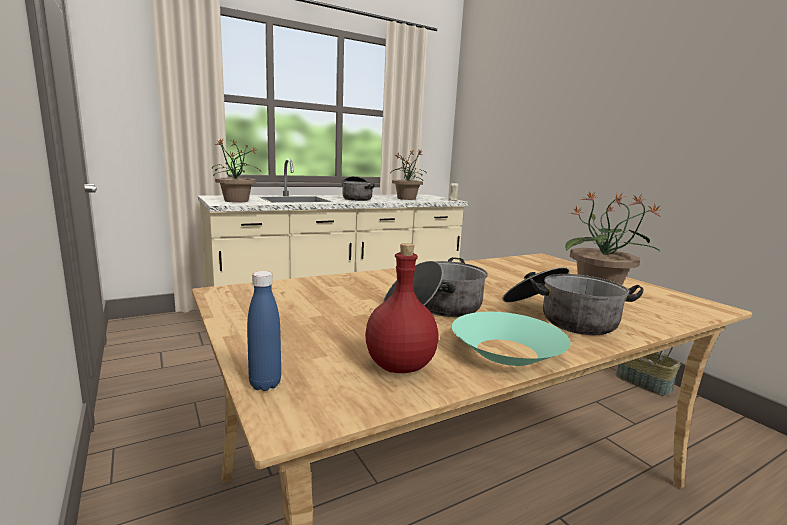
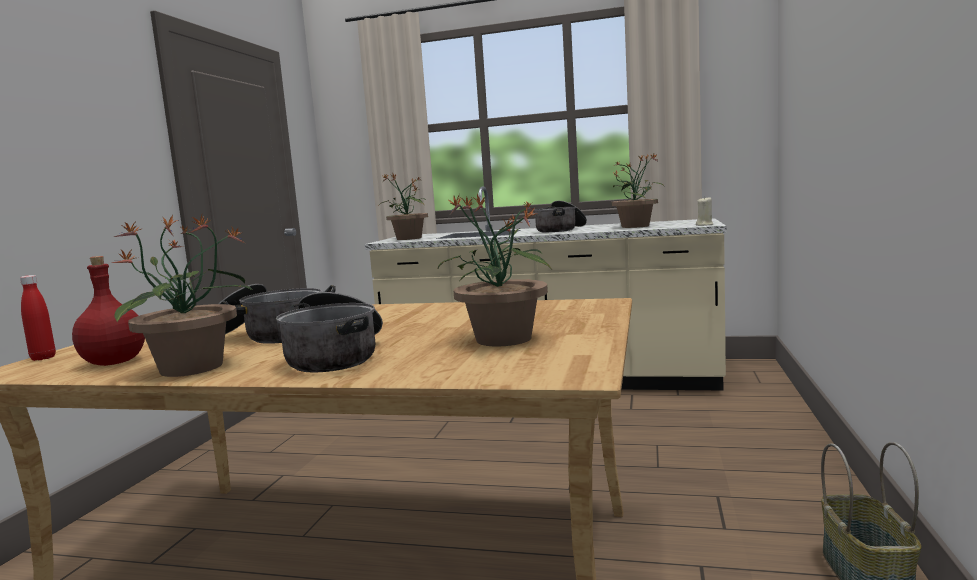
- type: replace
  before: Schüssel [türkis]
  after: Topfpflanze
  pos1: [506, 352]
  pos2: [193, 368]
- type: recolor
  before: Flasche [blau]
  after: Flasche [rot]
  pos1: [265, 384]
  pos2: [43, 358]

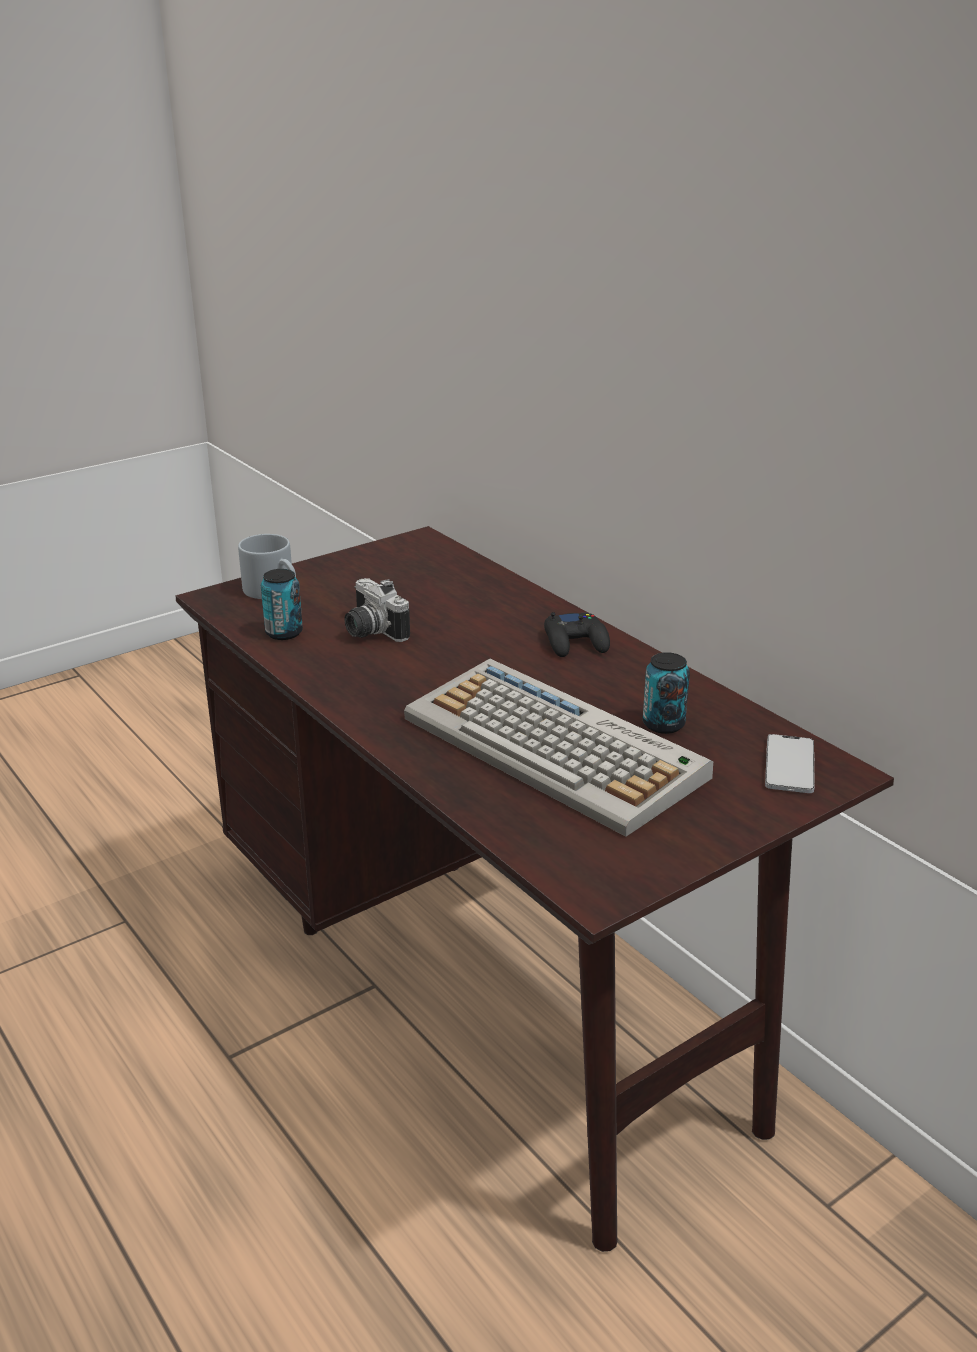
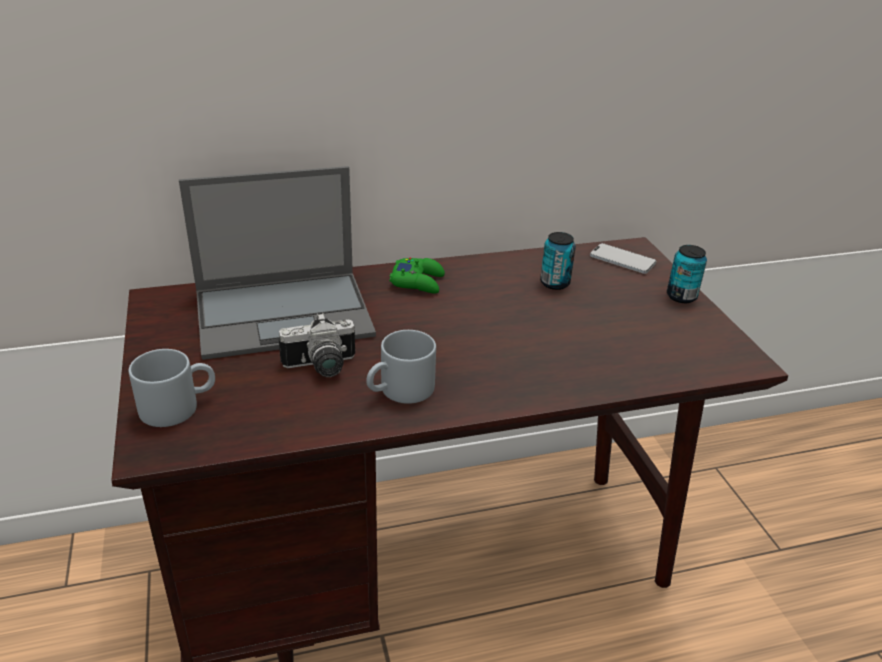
- type: delete
  before: Tastatur
  pos1: [556, 748]
- type: insert
  after: Laptop
  pos2: [285, 313]
- type: insert
  after: Henkelbecher [grau]
  pos2: [400, 391]
- type: move
  before: Dose
  pos1: [284, 633]
  pos2: [681, 296]
- type: recolor
  before: Gamepad [schwarz]
  after: Gamepad [grün]
  pos1: [576, 642]
  pos2: [418, 281]

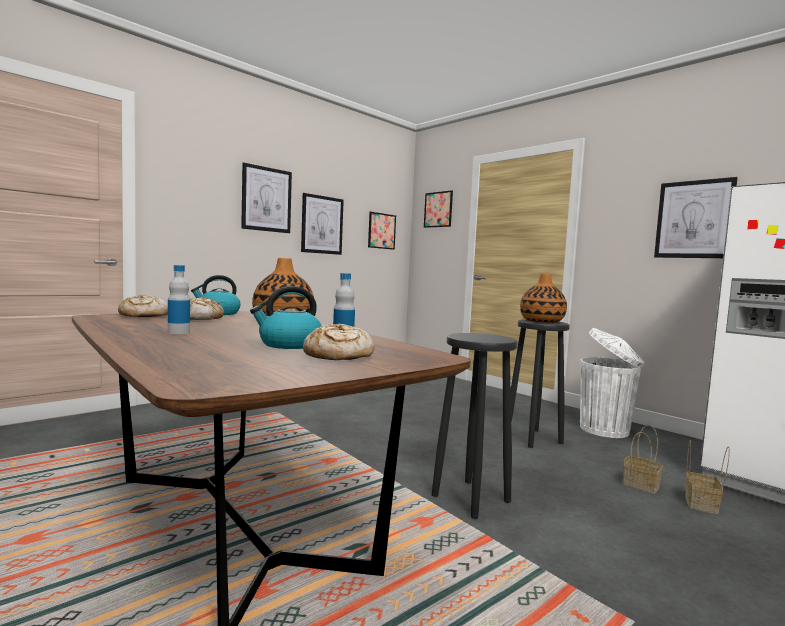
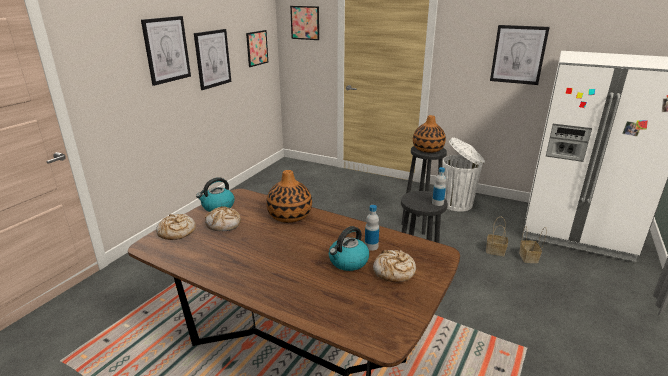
- type: move
  before: Flasche
  pos1: [178, 332]
  pos2: [437, 203]

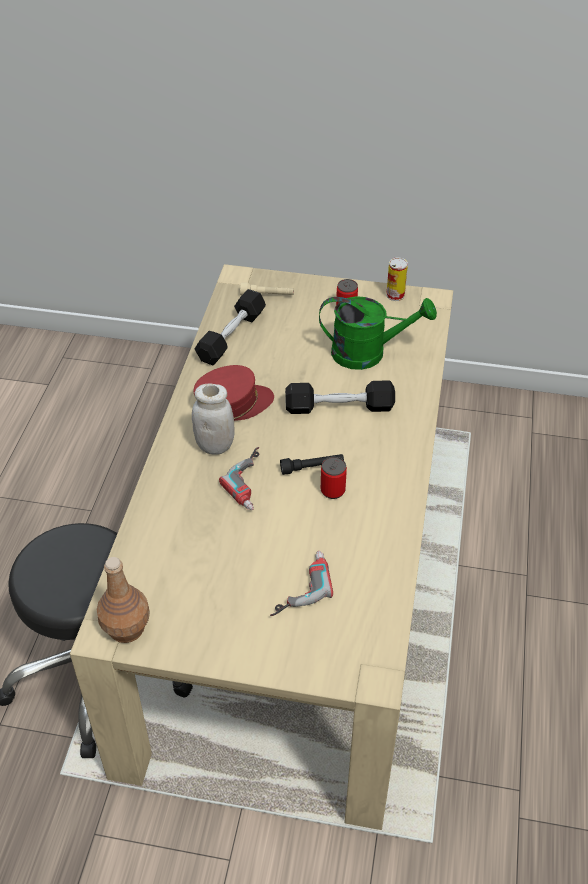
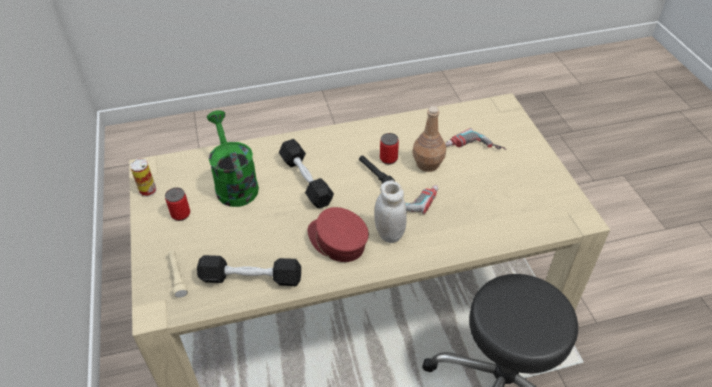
- type: move
  before: Flasche [braun]
  pos1: [126, 628]
  pos2: [428, 164]

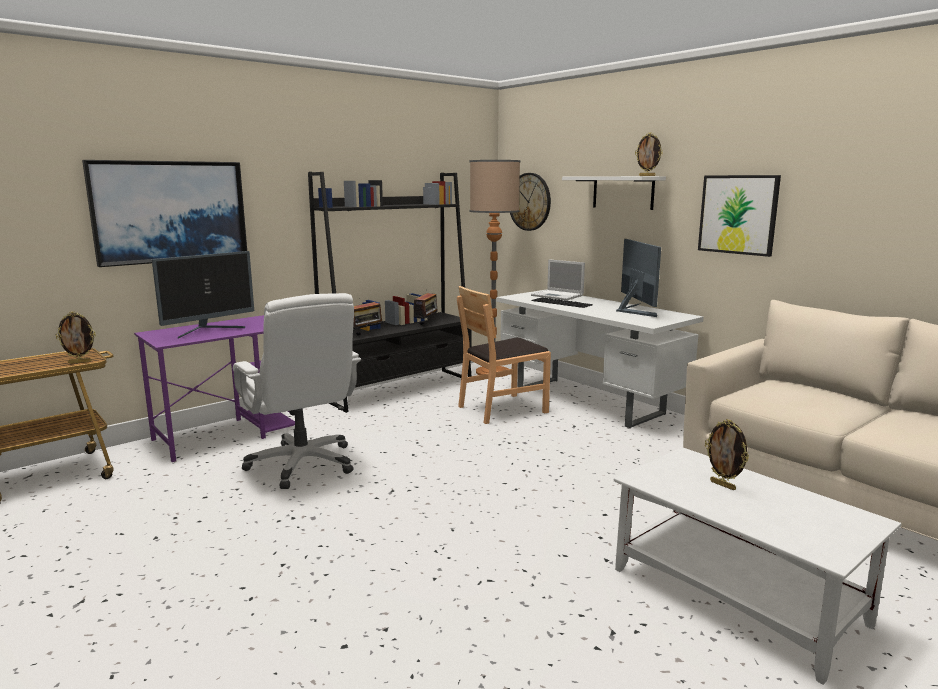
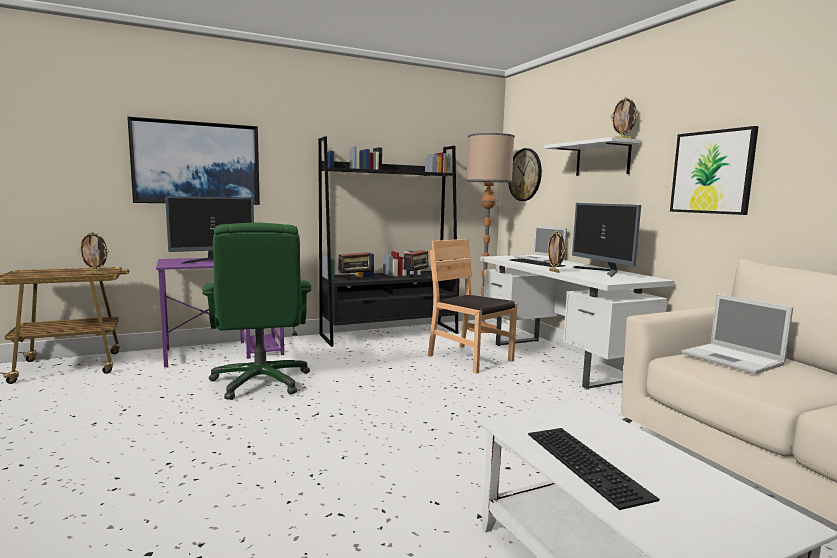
- type: insert
  after: Tastatur
  pos2: [589, 464]
- type: insert
  after: Laptop
  pos2: [733, 359]
- type: move
  before: Bilderrahmen
  pos1: [723, 485]
  pos2: [554, 271]
- type: recolor
  before: Bürostuhl [weiß]
  after: Bürostuhl [grün]
  pos1: [303, 464]
  pos2: [261, 382]
- type: rotate
  before: Stuhl [braun]
  pos1: [502, 409]
  pos2: [469, 358]
  turn: 60
- type: rotate
  before: Monitor
  pos1: [634, 310]
  pos2: [602, 272]
  turn: 150

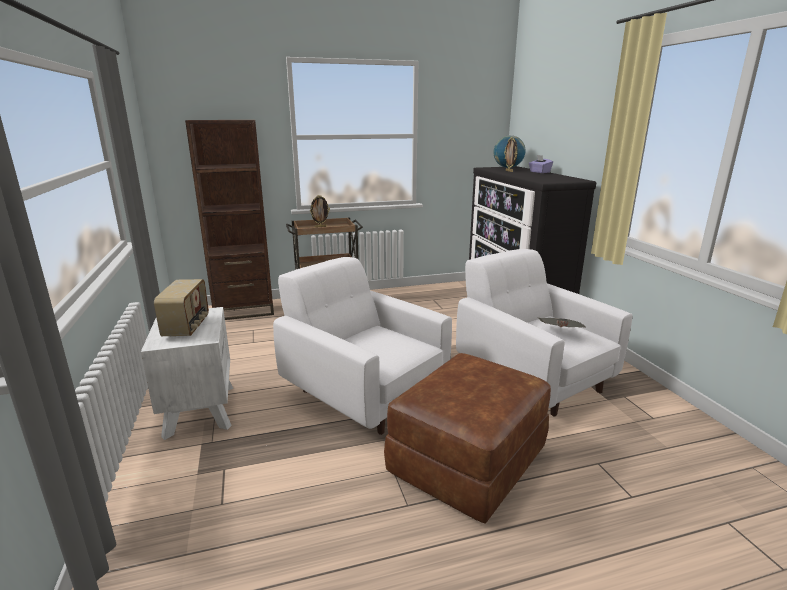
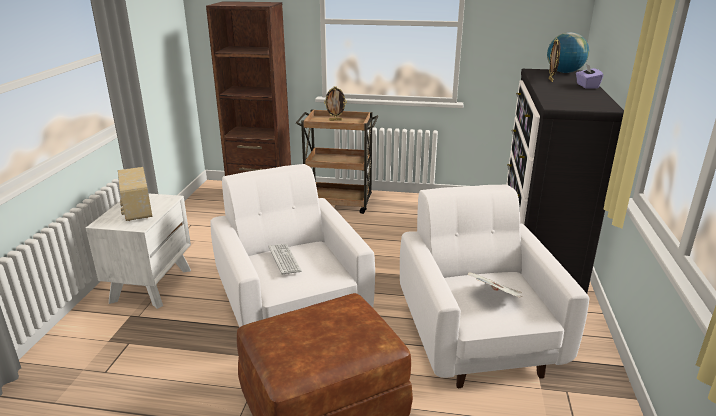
- type: insert
  after: Tastatur
  pos2: [284, 259]
- type: rotate
  before: Radio
  pos1: [187, 327]
  pos2: [137, 211]
  turn: 135

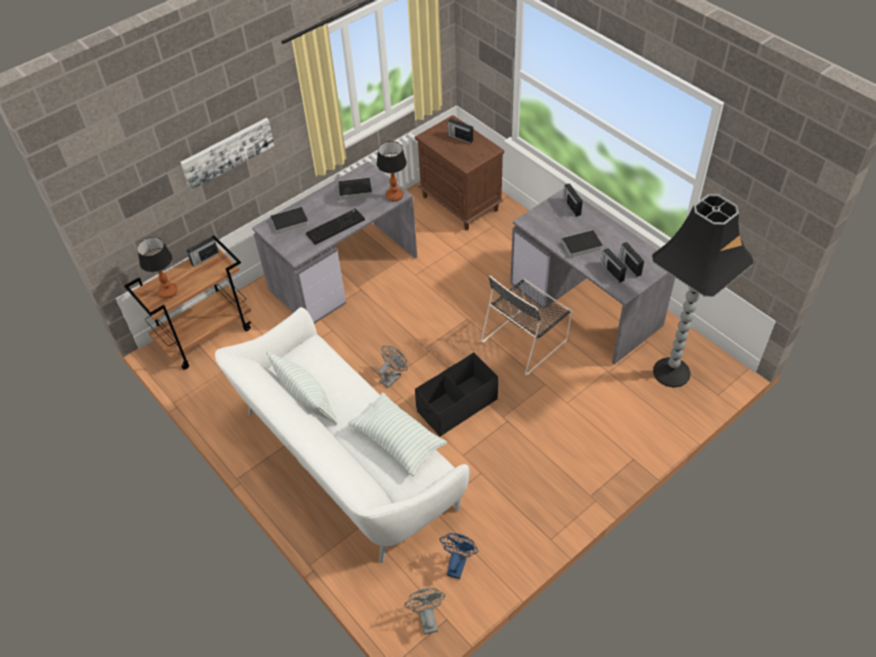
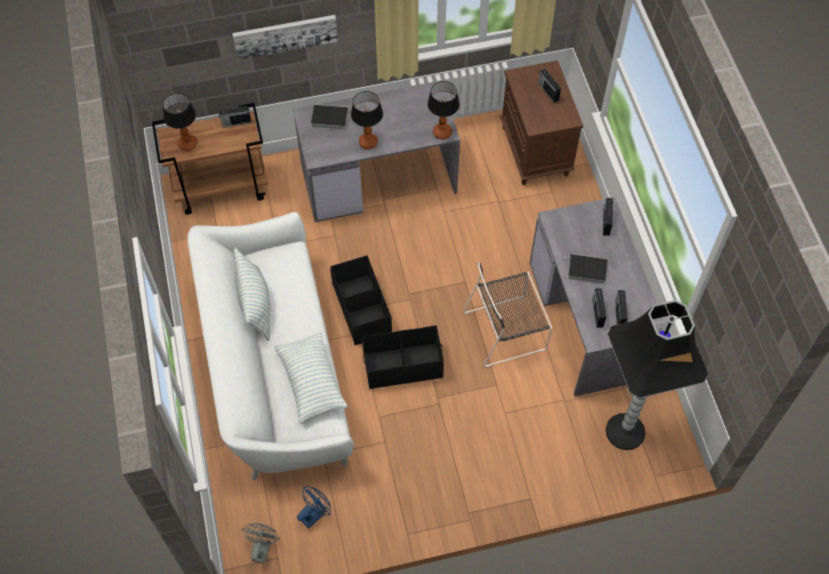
- type: delete
  before: Buch
  pos1: [354, 191]
- type: replace
  before: Tastatur
  after: Tischlampe
  pos1: [335, 226]
  pos2: [368, 142]
- type: replace
  before: Ventilator [grau]
  after: Aufbewahrungsbox [schwarz]
  pos1: [393, 377]
  pos2: [362, 309]

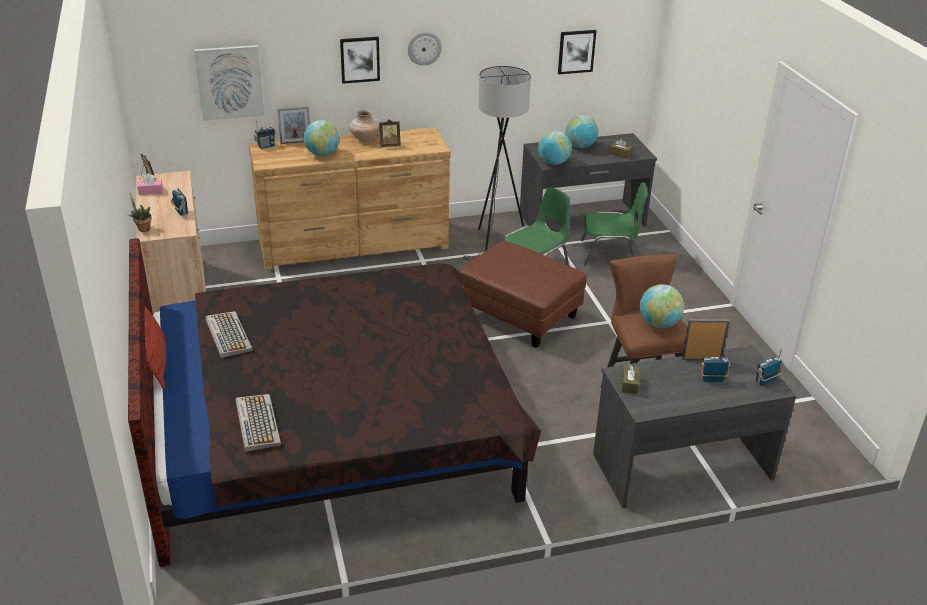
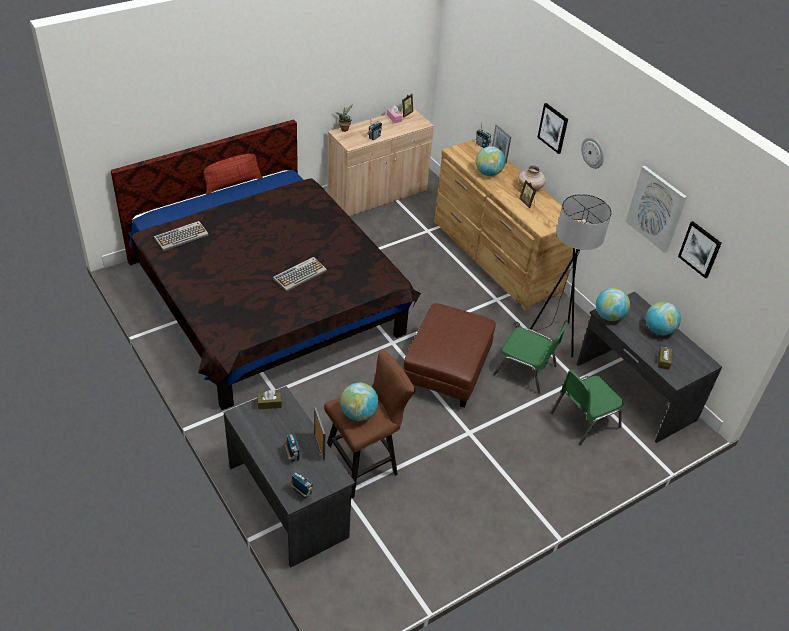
- type: move
  before: Bild
  pos1: [229, 82]
  pos2: [656, 209]
- type: move
  before: Tastatur
  pos1: [228, 335]
  pos2: [300, 274]
- type: rotate
  before: Stuhl [grün]
  pos1: [609, 254]
  pos2: [583, 420]
  turn: 75

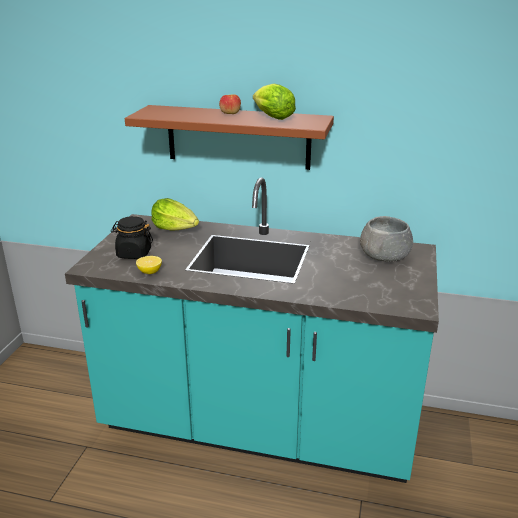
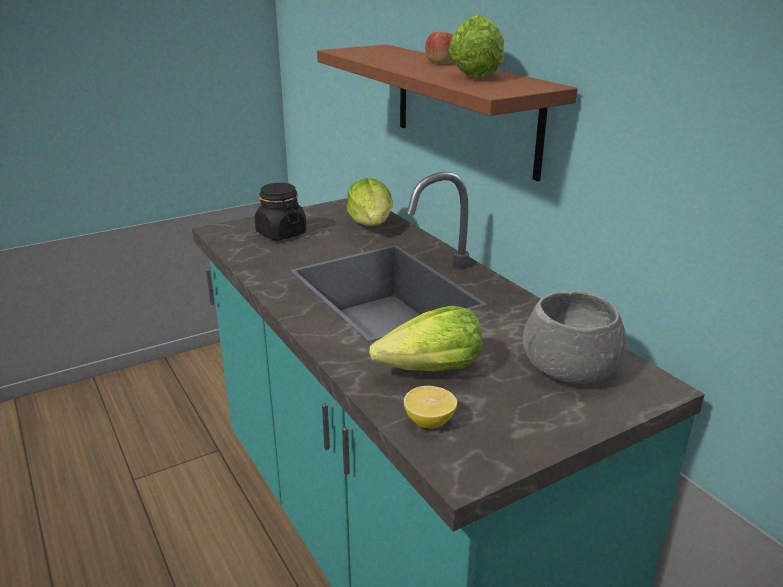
- type: insert
  after: Salatkopf
  pos2: [432, 370]
- type: move
  before: Zitrone
  pos1: [149, 272]
  pos2: [429, 421]

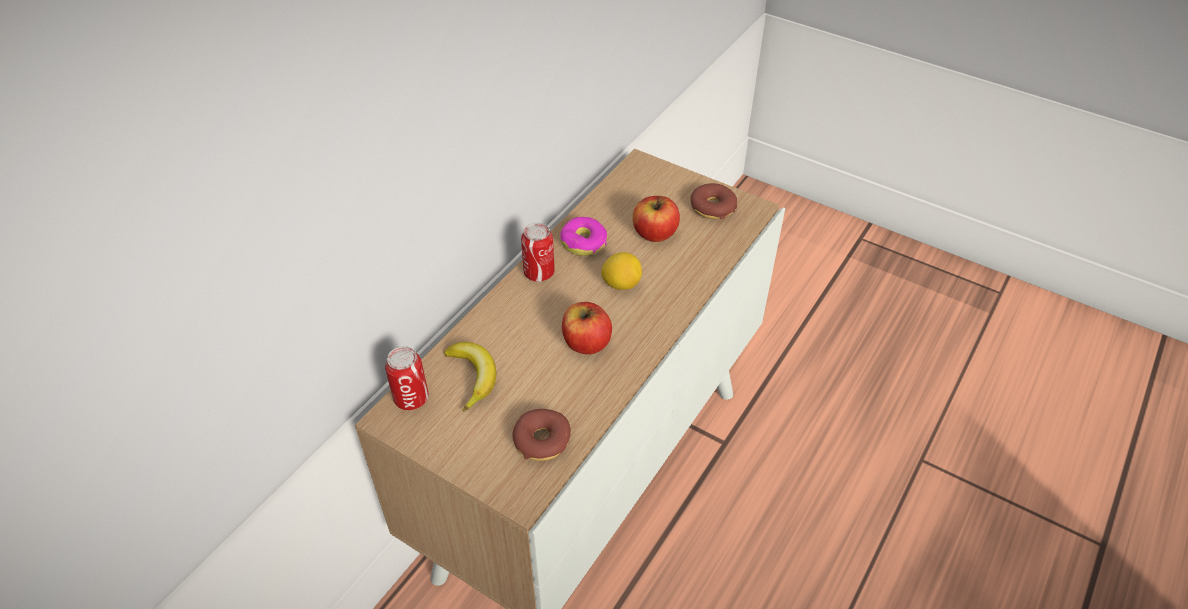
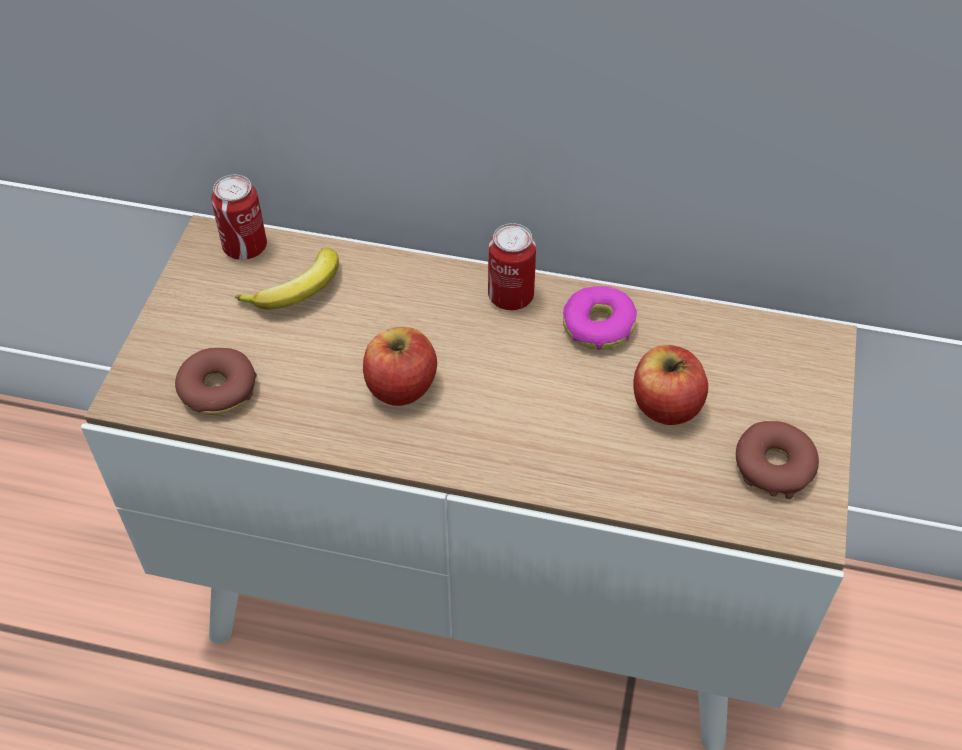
- type: delete
  before: Zitrone
  pos1: [621, 284]

